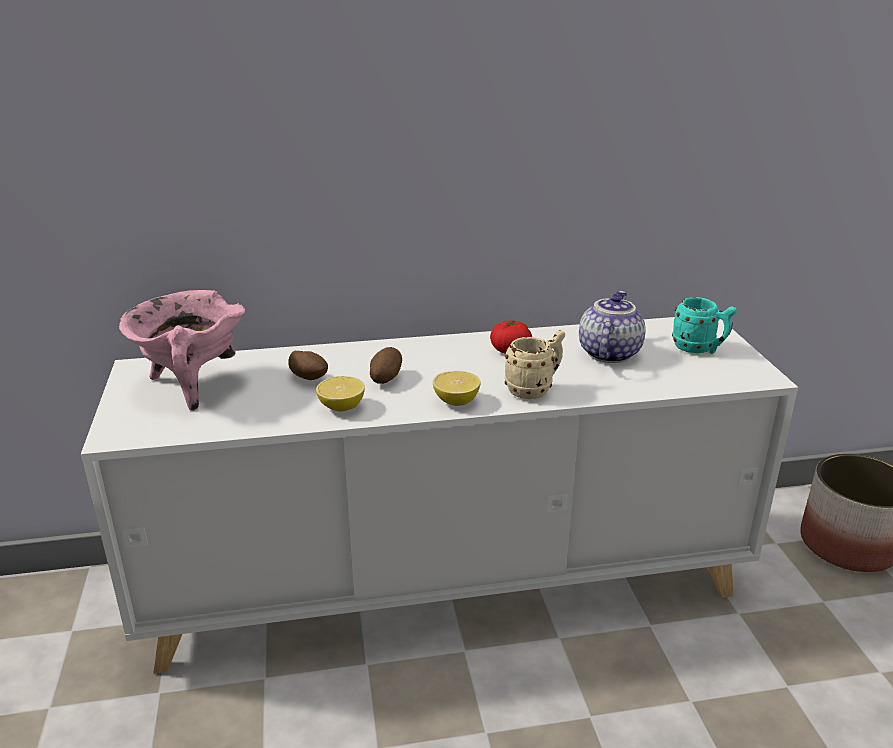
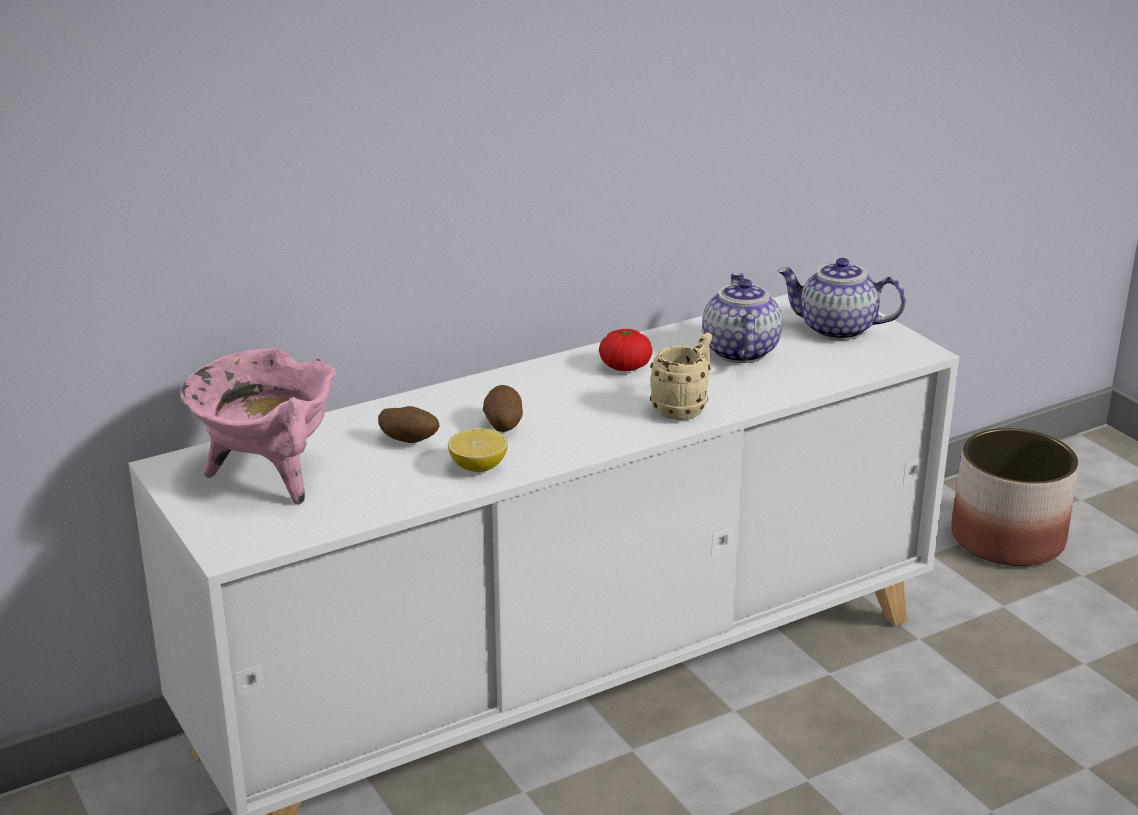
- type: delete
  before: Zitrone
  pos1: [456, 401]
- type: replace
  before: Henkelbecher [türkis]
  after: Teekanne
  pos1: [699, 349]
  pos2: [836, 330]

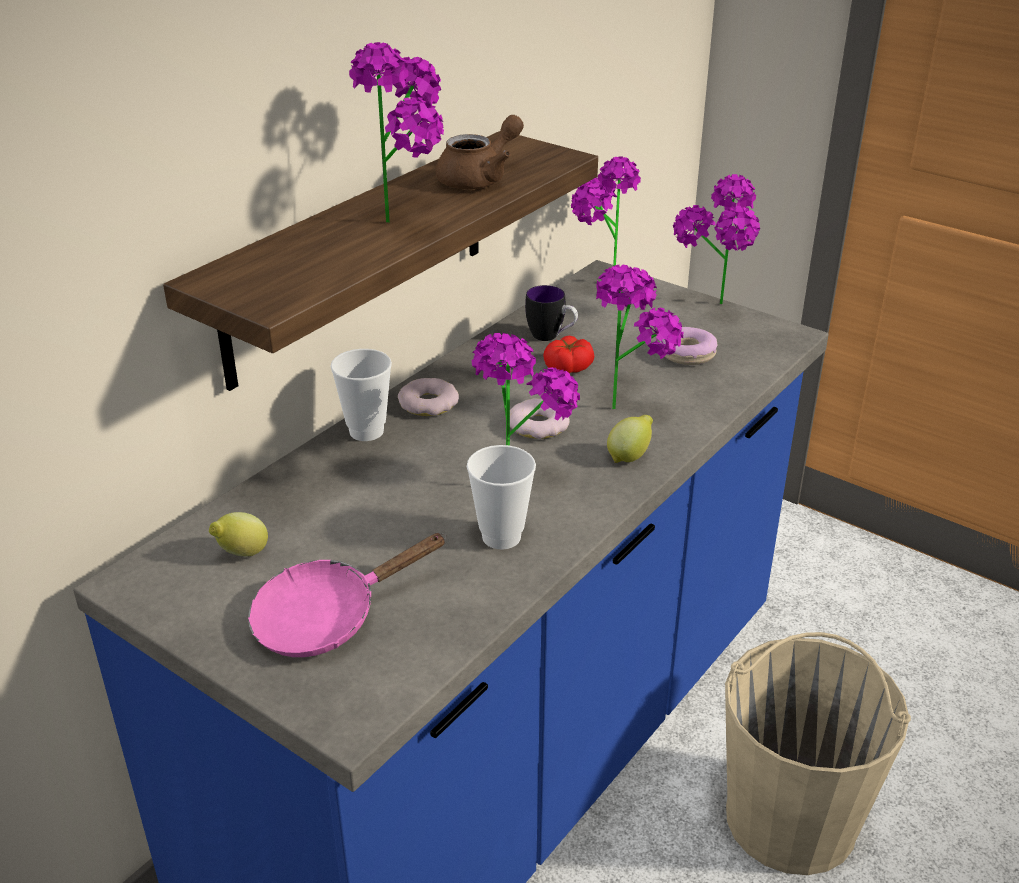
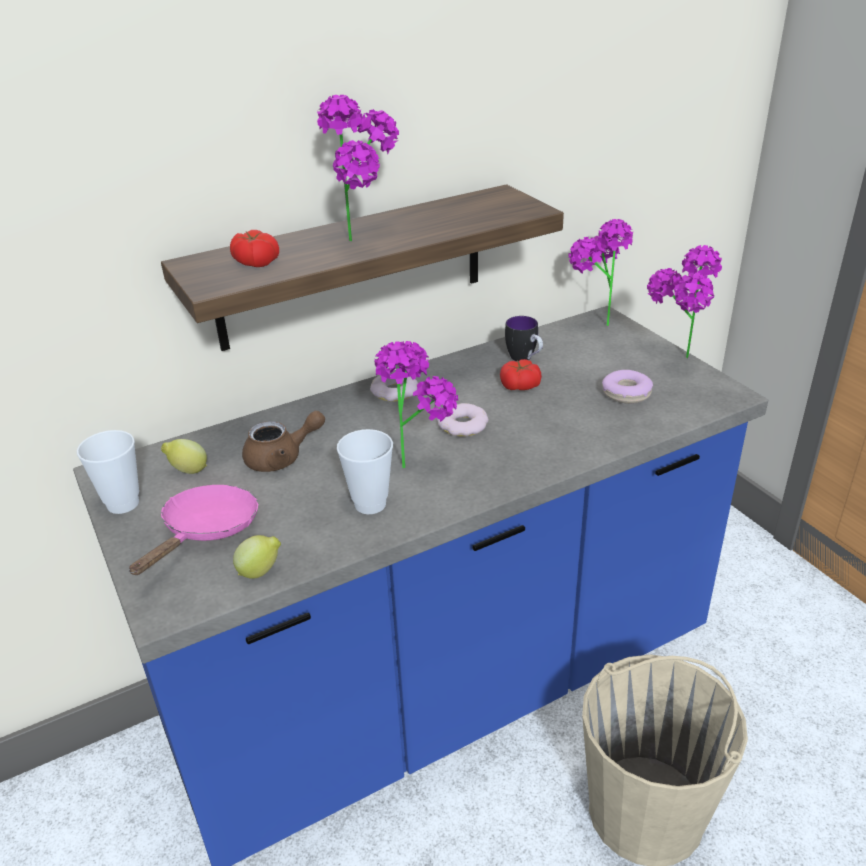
- type: delete
  before: Topfpflanze
  pos1: [630, 403]
- type: insert
  after: Tomate
  pos2: [256, 262]
- type: move
  before: Tasse
  pos1: [366, 431]
  pos2: [123, 503]
- type: move
  before: Teekanne [braun]
  pos1: [480, 178]
  pos2: [282, 458]
- type: move
  before: Zitrone
  pos1: [629, 456]
  pos2: [260, 572]
- type: rotate
  before: Pfanne [rosa]
  pos1: [327, 617]
  pos2: [206, 531]
  turn: 120

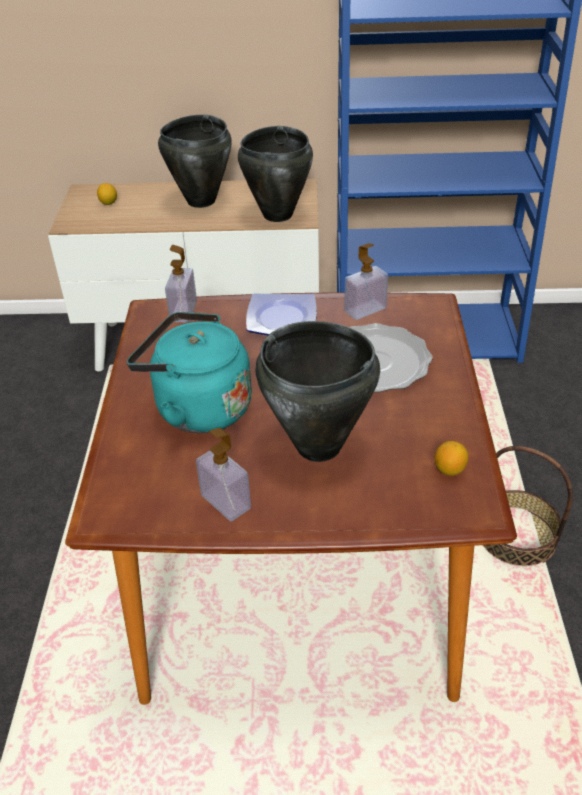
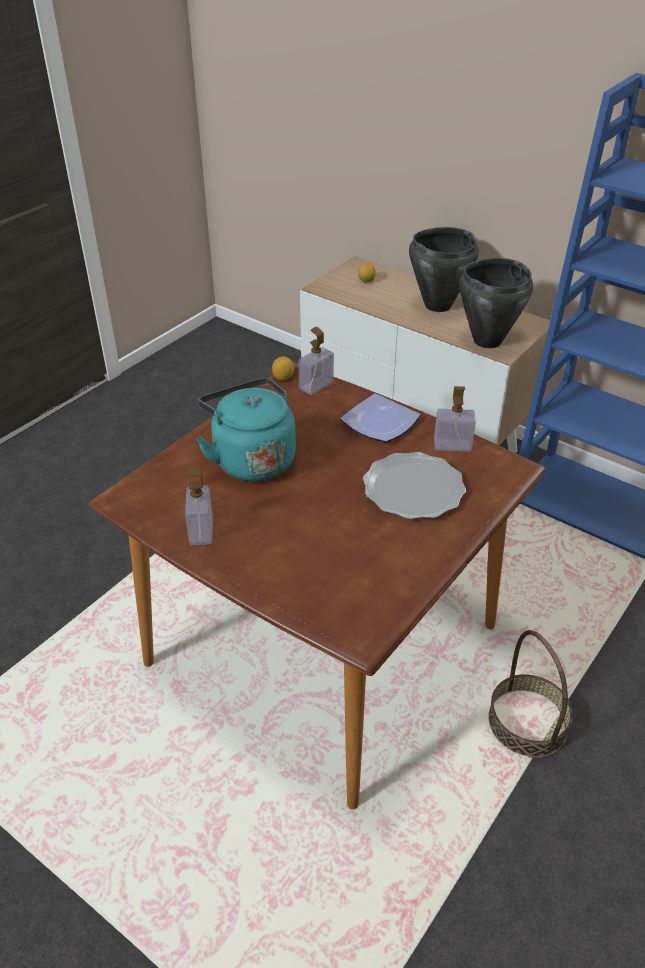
- type: delete
  before: Kochtopf [schwarz]
  pos1: [319, 447]
- type: move
  before: Zitrone
  pos1: [449, 469]
  pos2: [283, 378]

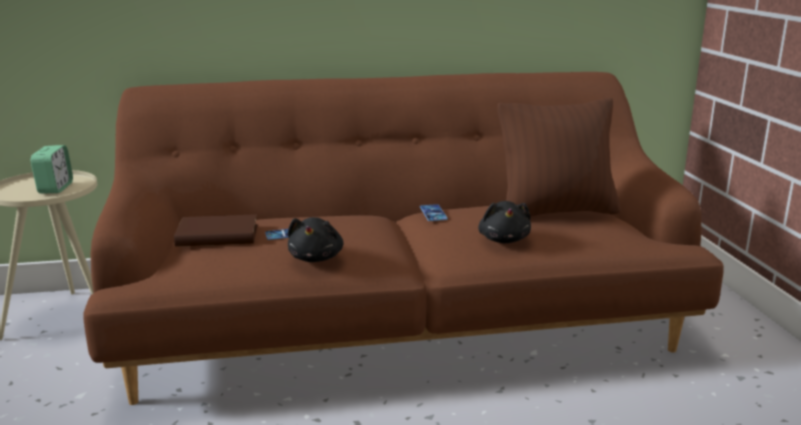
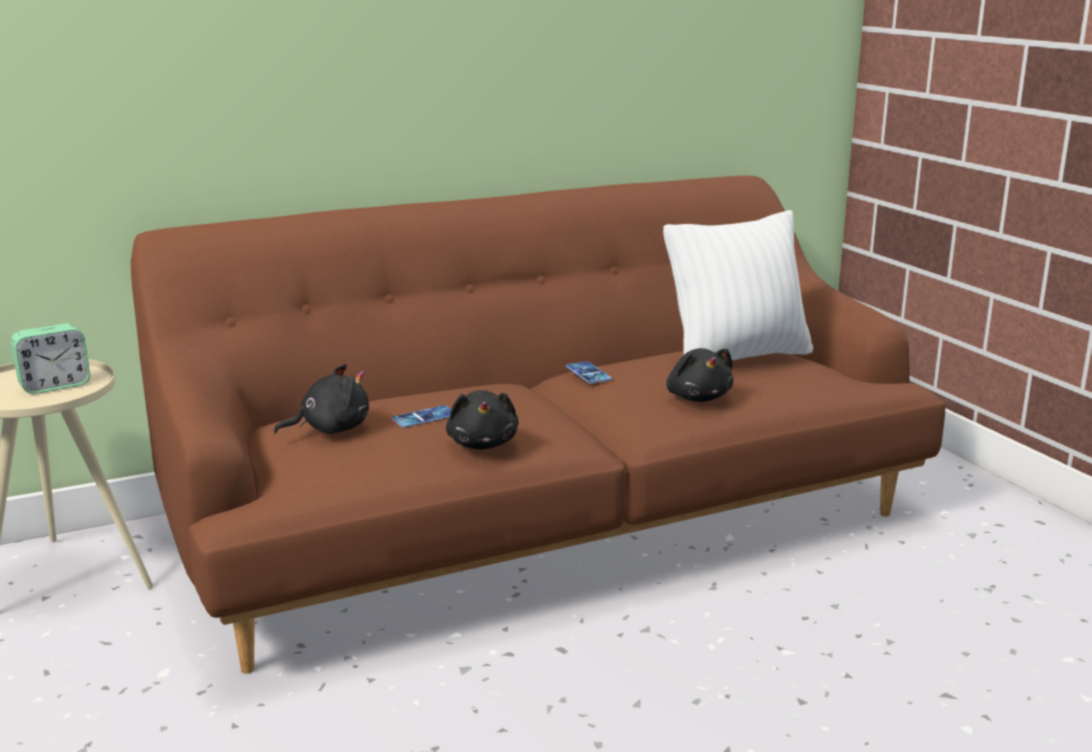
- type: replace
  before: Buch [braun]
  after: Plüschtier [schwarz]
  pos1: [217, 236]
  pos2: [330, 429]
- type: recolor
  before: Kissen [braun]
  after: Kissen [weiß]
  pos1: [556, 212]
  pos2: [737, 358]
- type: rotate
  before: Wecker
  pos1: [55, 188]
  pos2: [55, 386]
  turn: 75

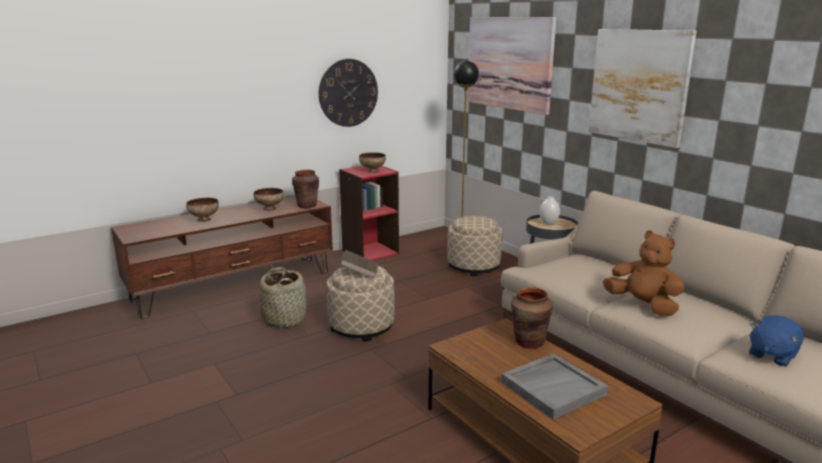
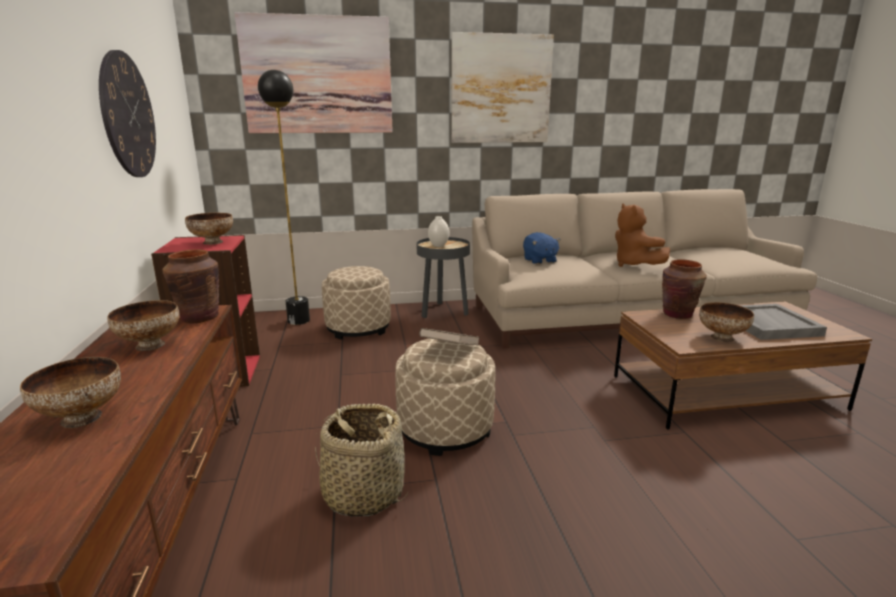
- type: insert
  after: Schüssel
  pos2: [721, 337]
- type: move
  before: Plüschtier [blau]
  pos1: [771, 355]
  pos2: [539, 260]
- type: rotate
  before: Plüschtier [braun]
  pos1: [643, 305]
  pos2: [634, 264]
  turn: -90

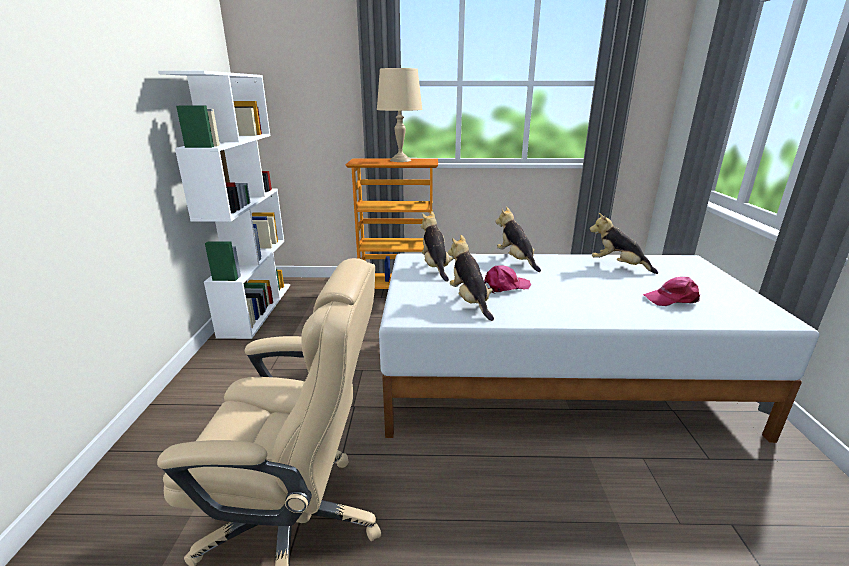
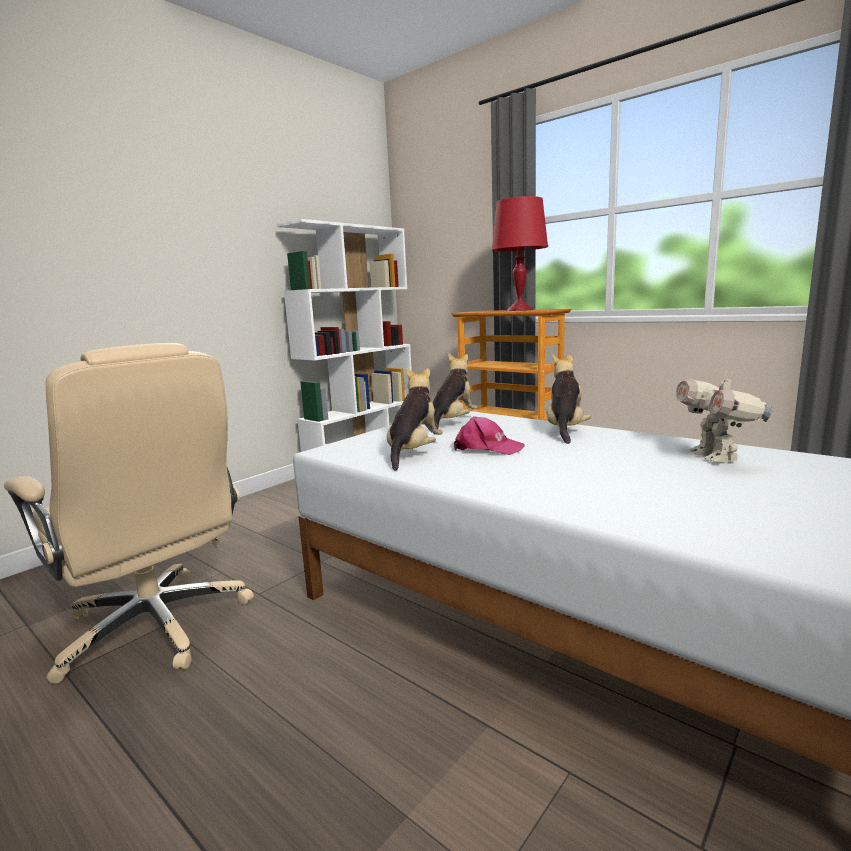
- type: delete
  before: Kappe [rosa]
  pos1: [672, 299]
- type: replace
  before: Plüschtier
  after: Spielzeugroboter
  pos1: [618, 266]
  pos2: [715, 457]
- type: recolor
  before: Tischlampe [beige]
  after: Tischlampe [rot]
  pos1: [400, 160]
  pos2: [519, 310]

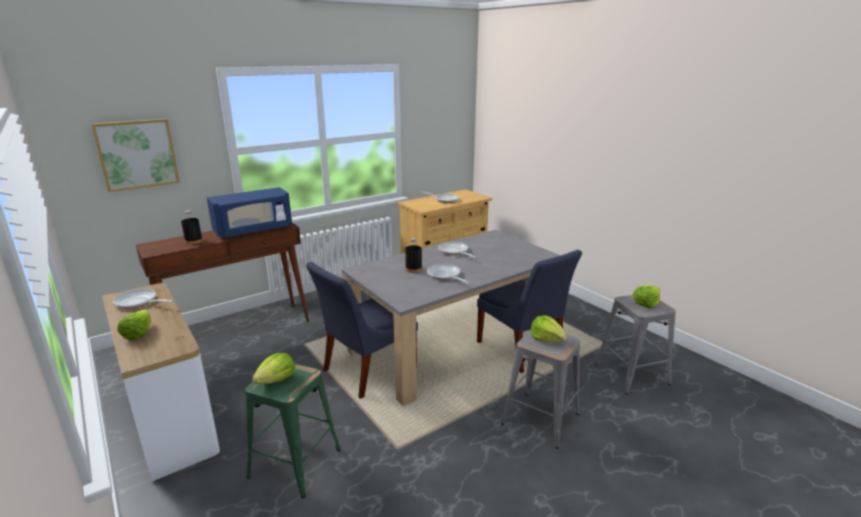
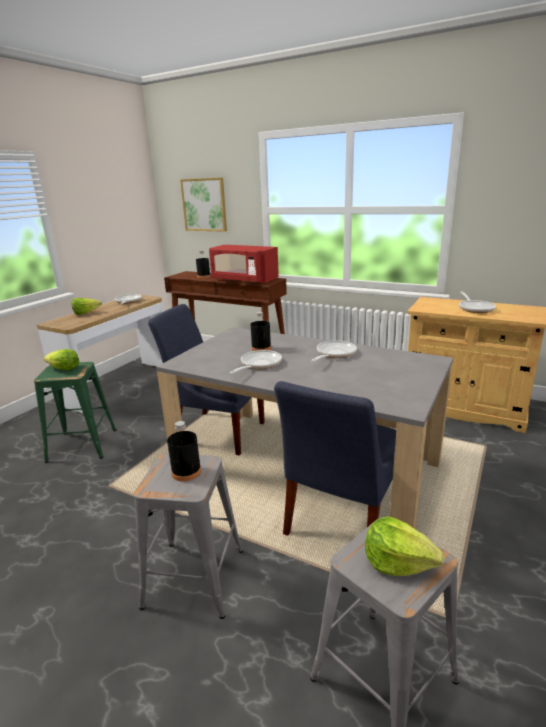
- type: replace
  before: Salatkopf
  after: Flasche [schwarz]
  pos1: [546, 339]
  pos2: [186, 472]
- type: recolor
  before: Mikrowelle [blau]
  after: Mikrowelle [rot]
  pos1: [254, 230]
  pos2: [243, 280]

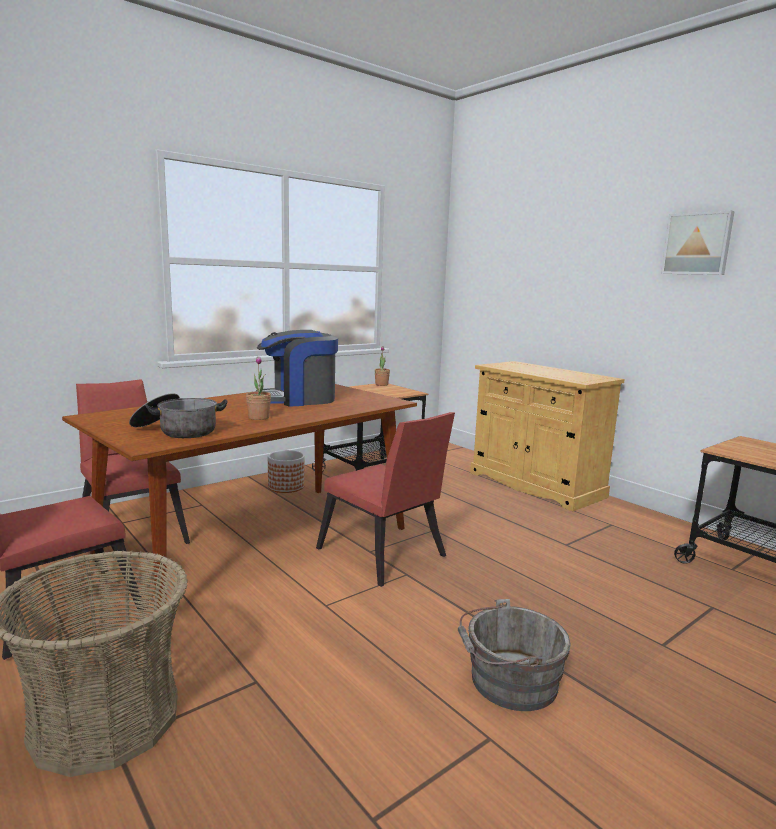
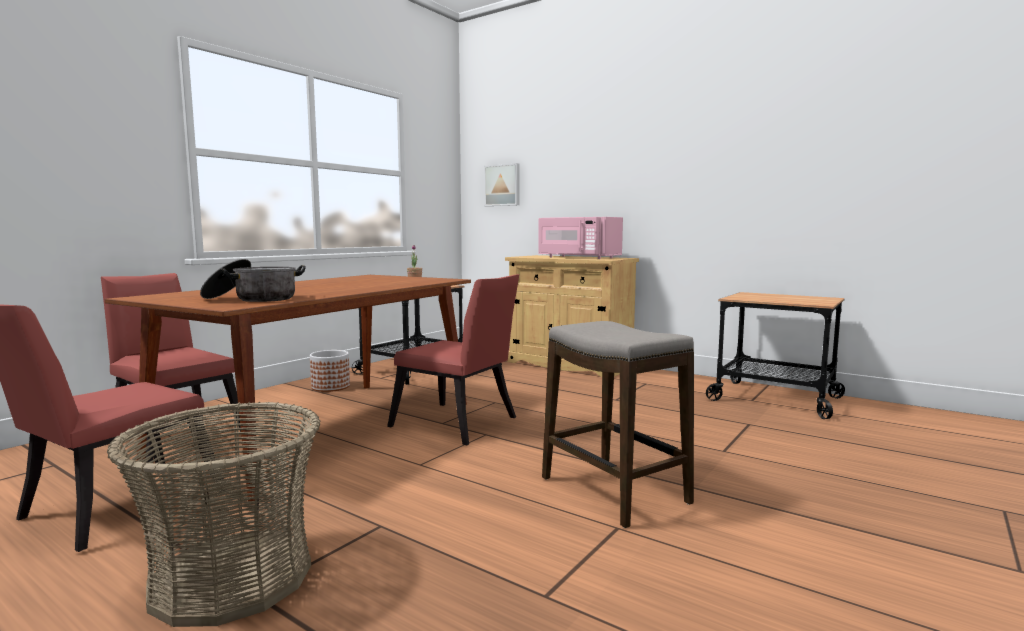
- type: delete
  before: Topfpflanze
  pos1: [258, 417]
- type: delete
  before: Kaffeemaschine
  pos1: [298, 399]
- type: insert
  after: Mikrowelle [rosa]
  pos2: [577, 257]
- type: move
  before: Bild
  pos1: [697, 244]
  pos2: [503, 185]
- type: replace
  before: Eimer [grau]
  after: Hocker
  pos1: [508, 681]
  pos2: [614, 490]

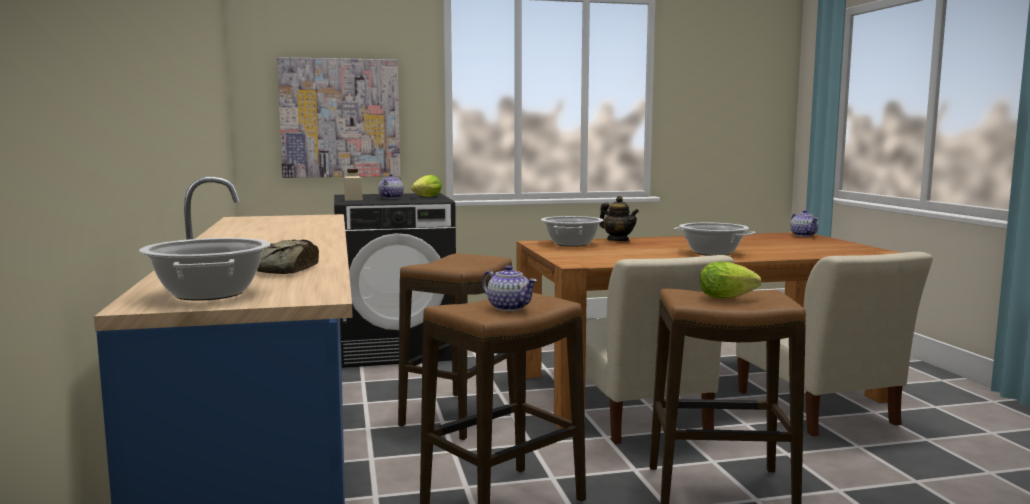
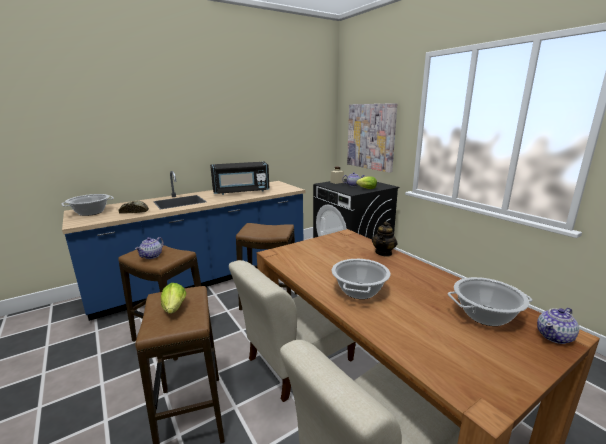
- type: insert
  after: Mikrowelle [schwarz]
  pos2: [241, 191]
- type: move
  before: Kochtopf
  pos1: [571, 244]
  pos2: [485, 315]

